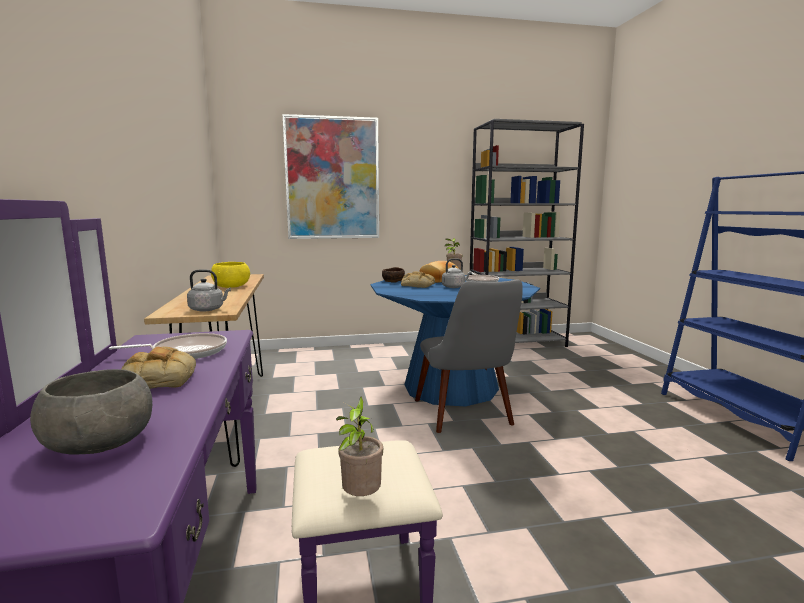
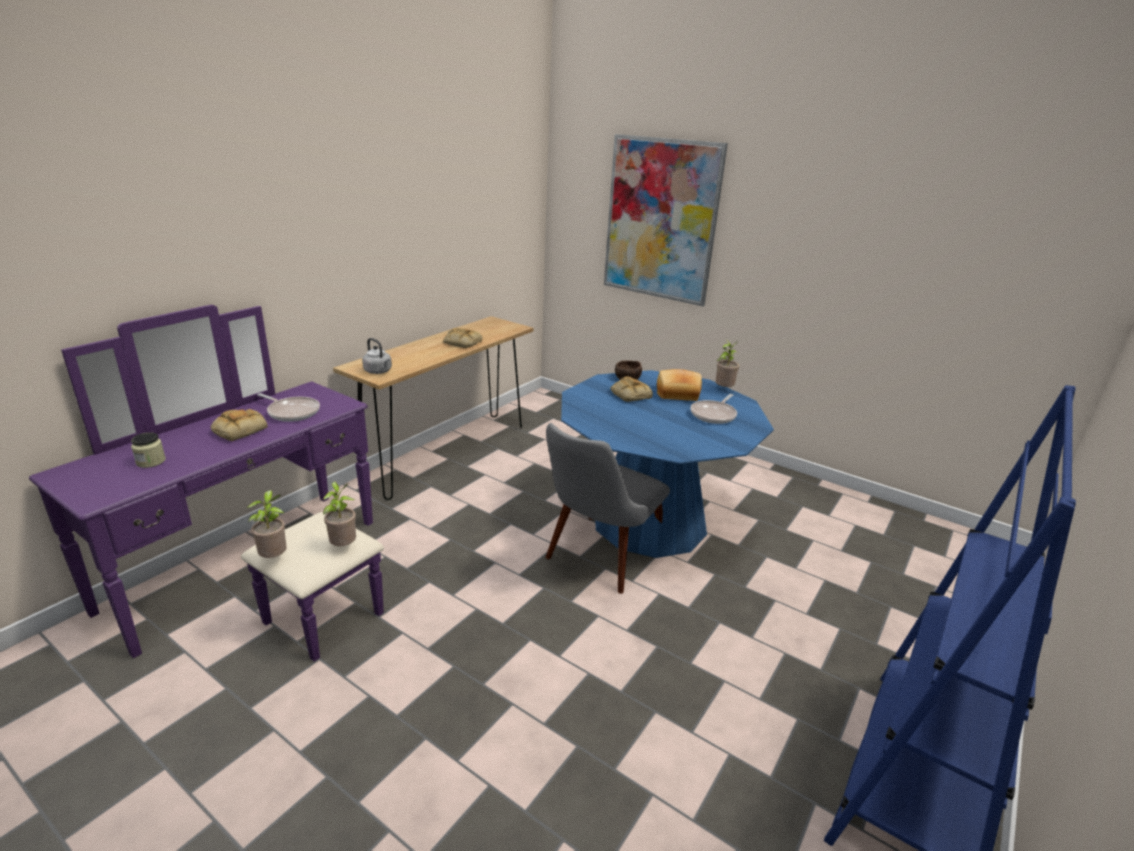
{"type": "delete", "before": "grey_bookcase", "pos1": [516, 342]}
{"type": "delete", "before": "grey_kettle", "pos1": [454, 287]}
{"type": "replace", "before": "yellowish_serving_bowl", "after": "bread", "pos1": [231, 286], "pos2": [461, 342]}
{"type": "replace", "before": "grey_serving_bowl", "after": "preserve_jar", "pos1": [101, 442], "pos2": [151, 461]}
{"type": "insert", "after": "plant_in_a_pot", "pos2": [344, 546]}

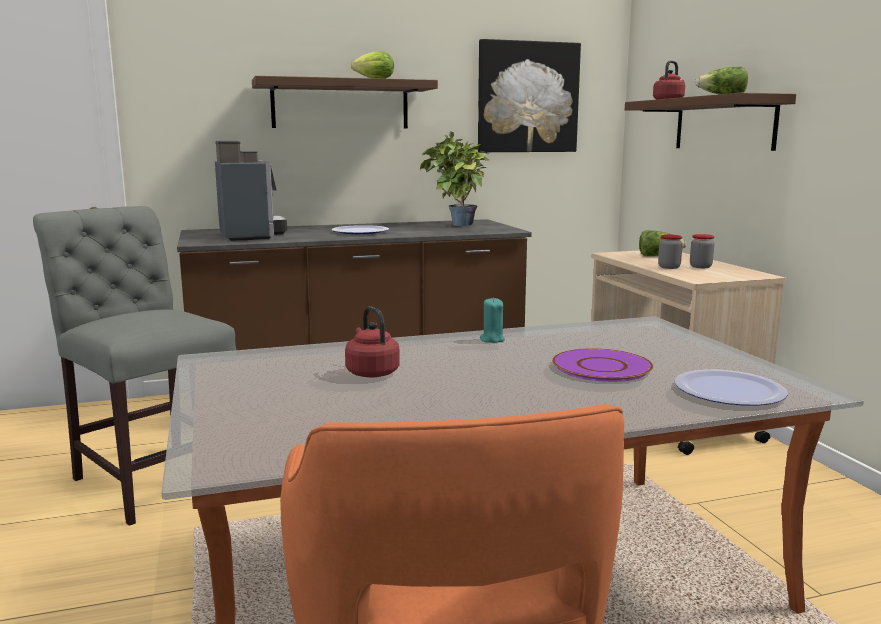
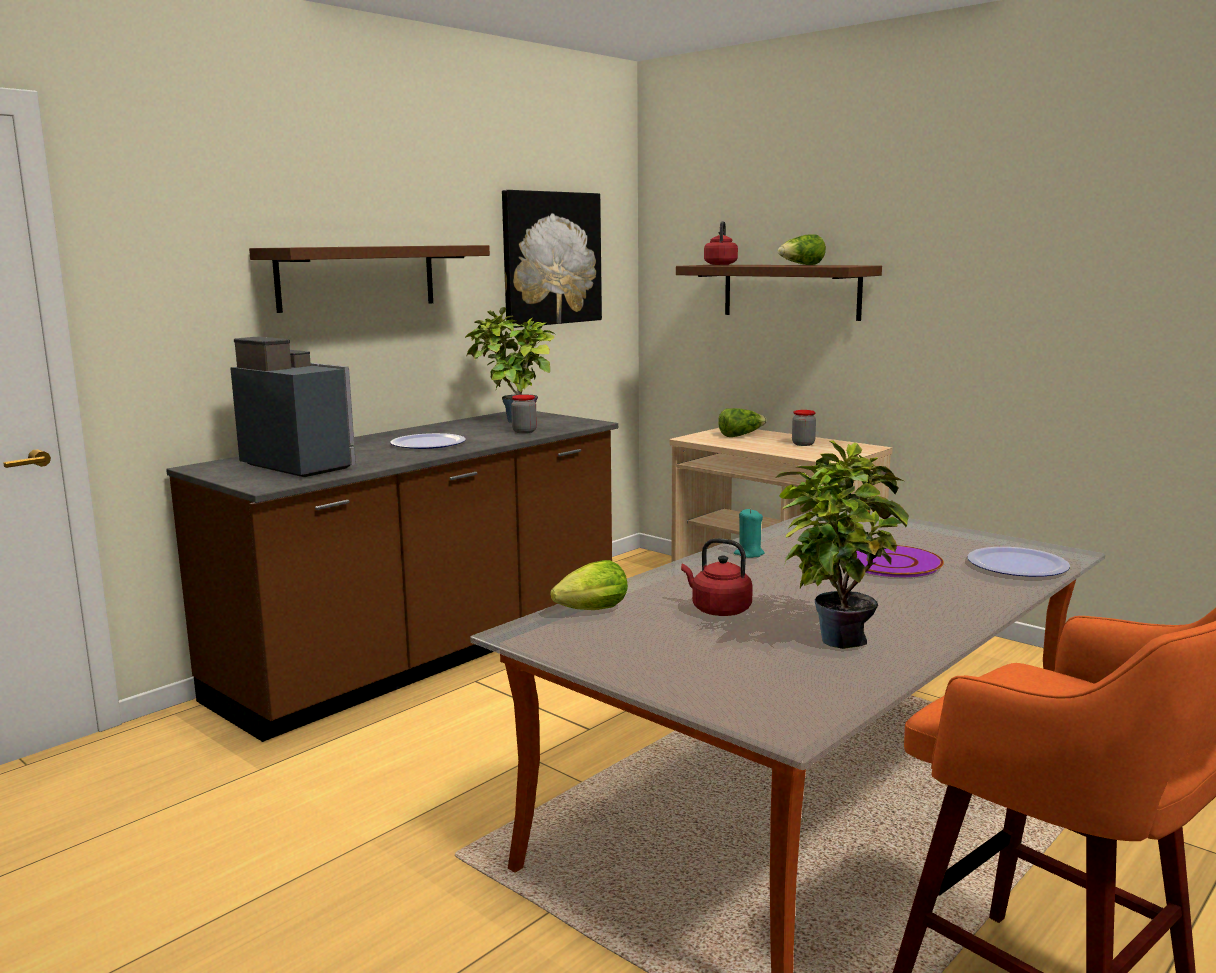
{"type": "move", "before": "lettuce_head", "pos1": [372, 79], "pos2": [588, 612]}
{"type": "delete", "before": "grey_chair", "pos1": [153, 477]}
{"type": "move", "before": "preserve_jar", "pos1": [669, 267], "pos2": [524, 431]}
{"type": "insert", "after": "plant_in_a_pot", "pos2": [835, 637]}

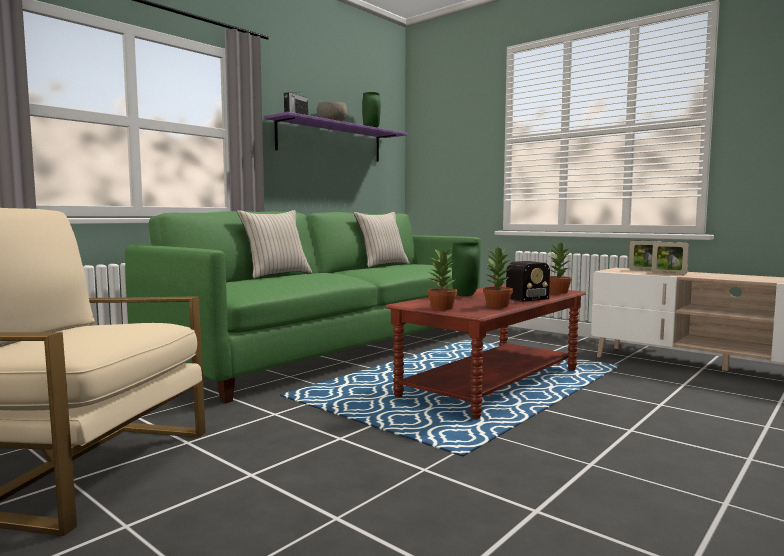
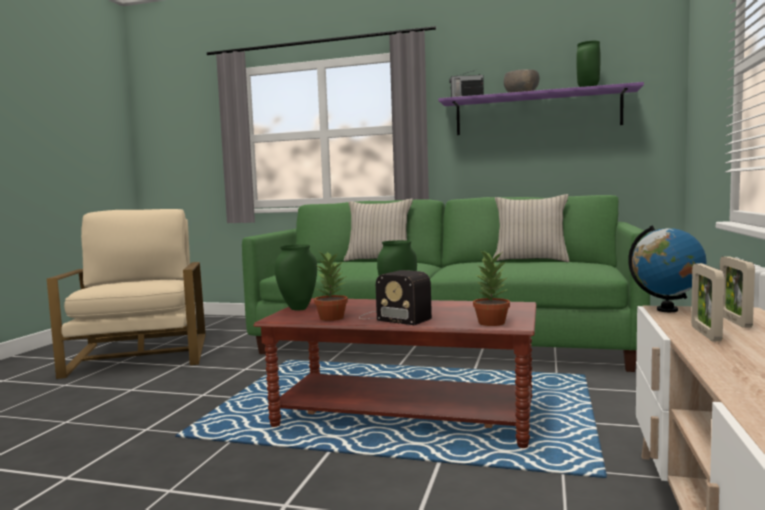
{"type": "replace", "before": "plant_in_a_pot", "after": "green-coloured_decorative_vase", "pos1": [442, 308], "pos2": [298, 309]}
{"type": "insert", "after": "world_globe", "pos2": [667, 310]}

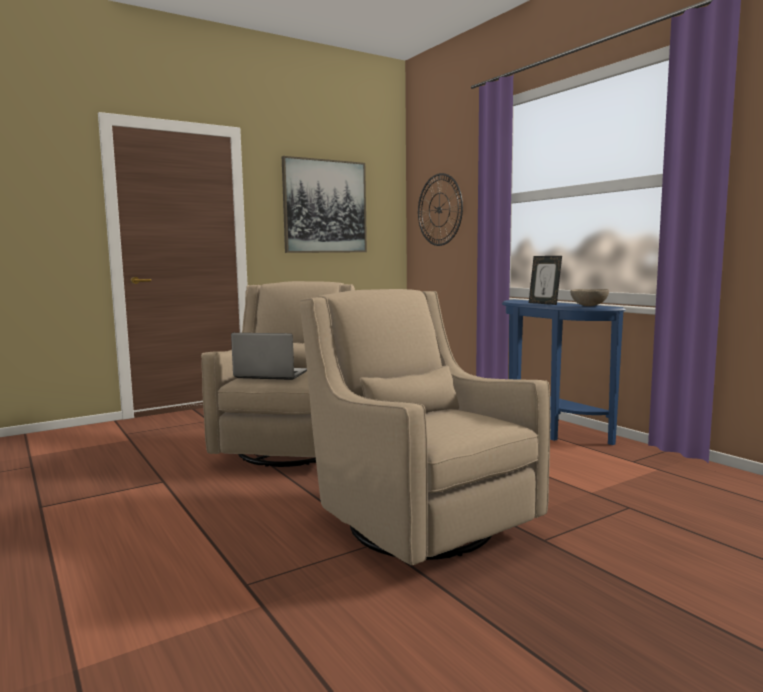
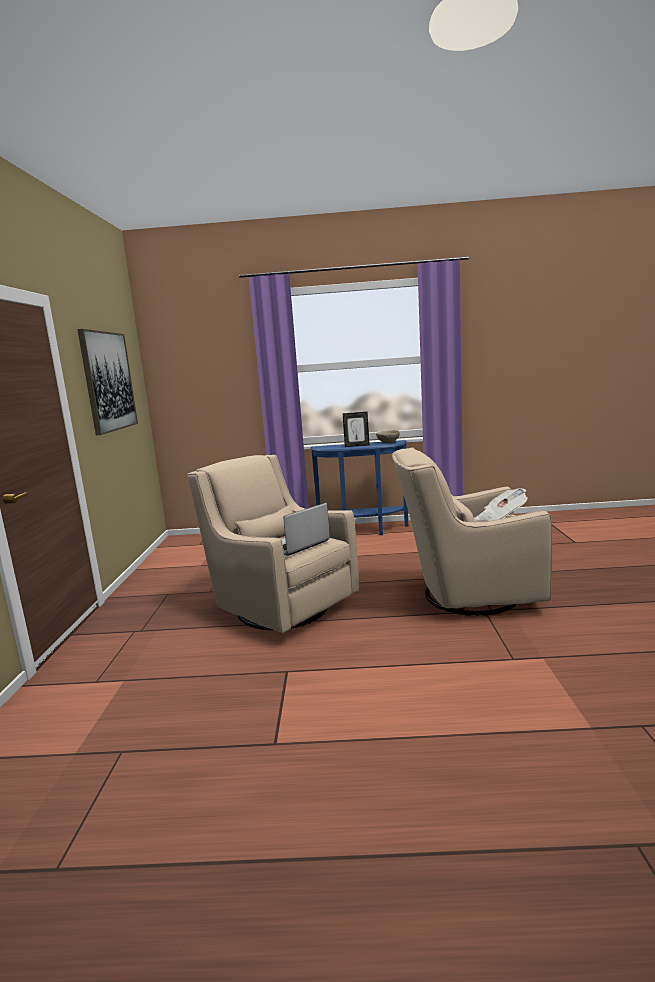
{"type": "delete", "before": "hanging_clock", "pos1": [439, 210]}
{"type": "insert", "after": "printed_paper", "pos2": [501, 518]}

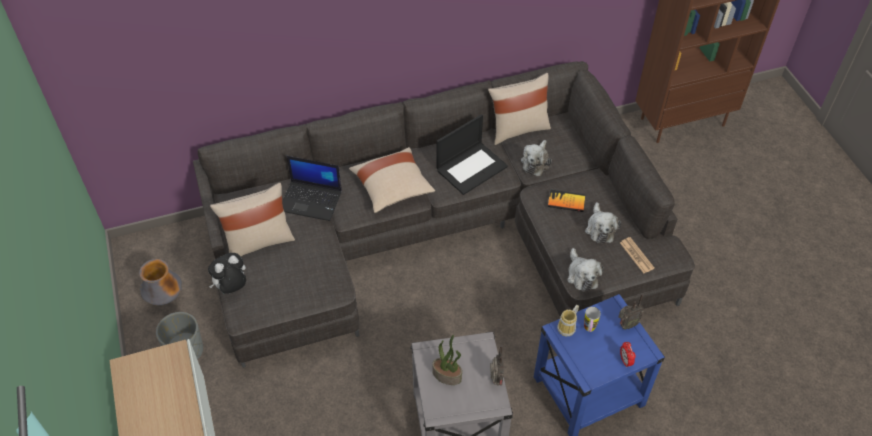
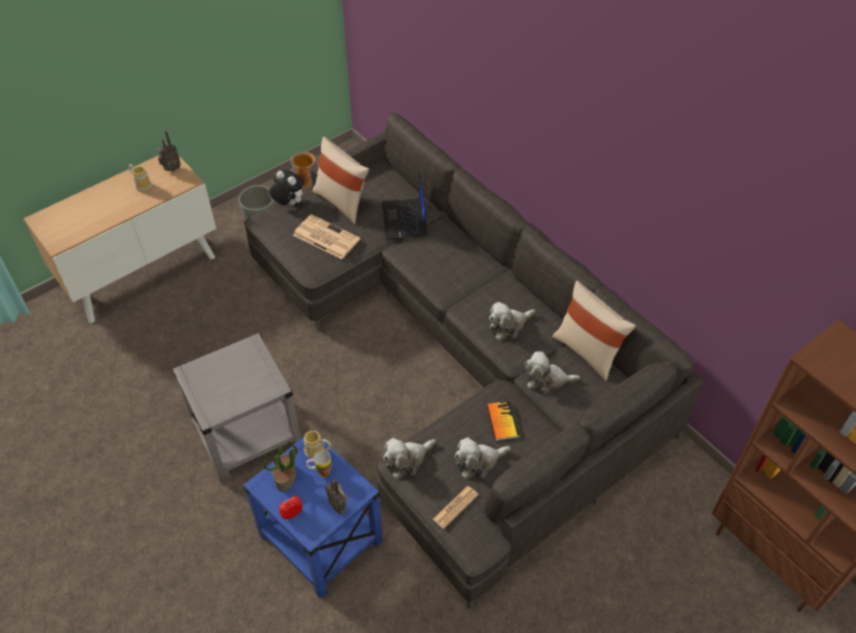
{"type": "replace", "before": "laptop", "after": "plush_toy", "pos1": [471, 167], "pos2": [508, 326]}
{"type": "delete", "before": "beige_pillow", "pos1": [392, 188]}
{"type": "move", "before": "plant_in_a_pot", "pos1": [447, 375], "pos2": [286, 477]}
{"type": "move", "before": "radio", "pos1": [495, 380], "pos2": [171, 168]}
{"type": "insert", "after": "mug", "pos2": [142, 185]}
{"type": "insert", "after": "printed_paper", "pos2": [325, 237]}

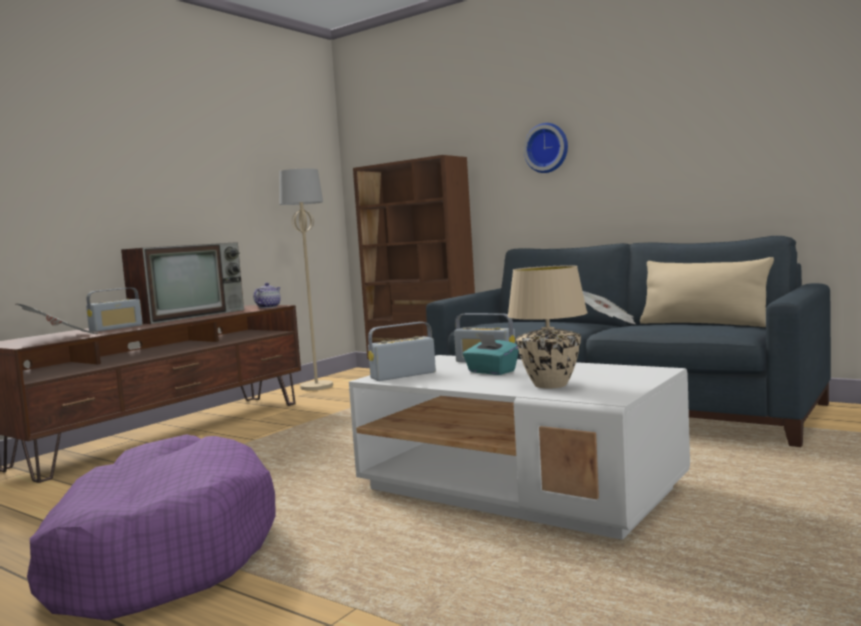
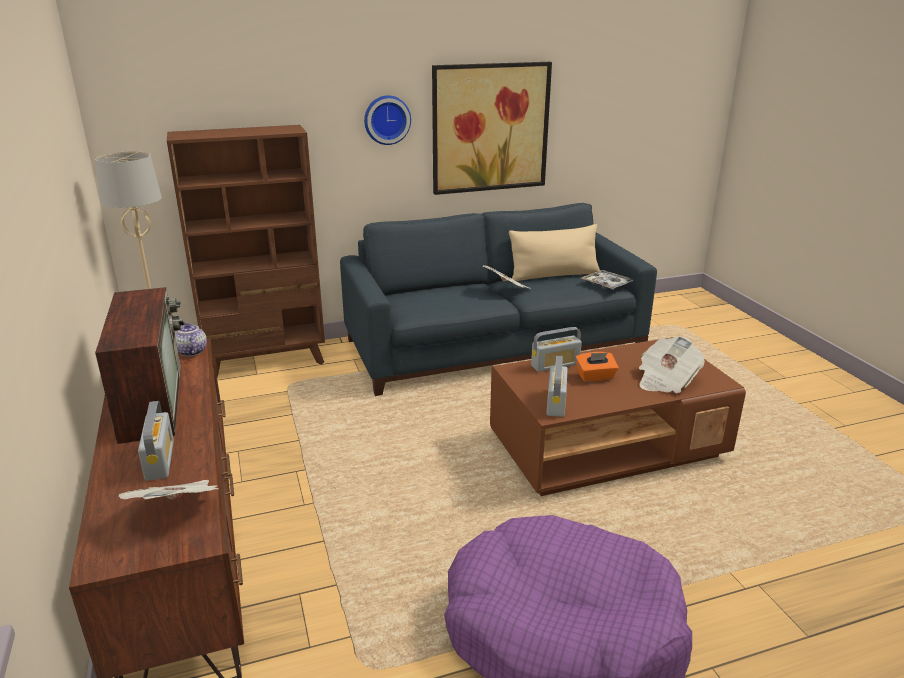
{"type": "replace", "before": "beige_lamp_for_a_table", "after": "printed_paper", "pos1": [549, 385], "pos2": [665, 380]}
{"type": "recolor", "before": "turquoise_tissue_holder", "after": "orangey_tissue_holder", "pos1": [491, 372], "pos2": [595, 377]}
{"type": "recolor", "before": "white-coloured_lounge_table", "after": "brown_lounge_table", "pos1": [519, 489], "pos2": [607, 448]}
{"type": "insert", "after": "wall_art", "pos2": [490, 128]}
{"type": "insert", "after": "carrying_tray", "pos2": [607, 284]}

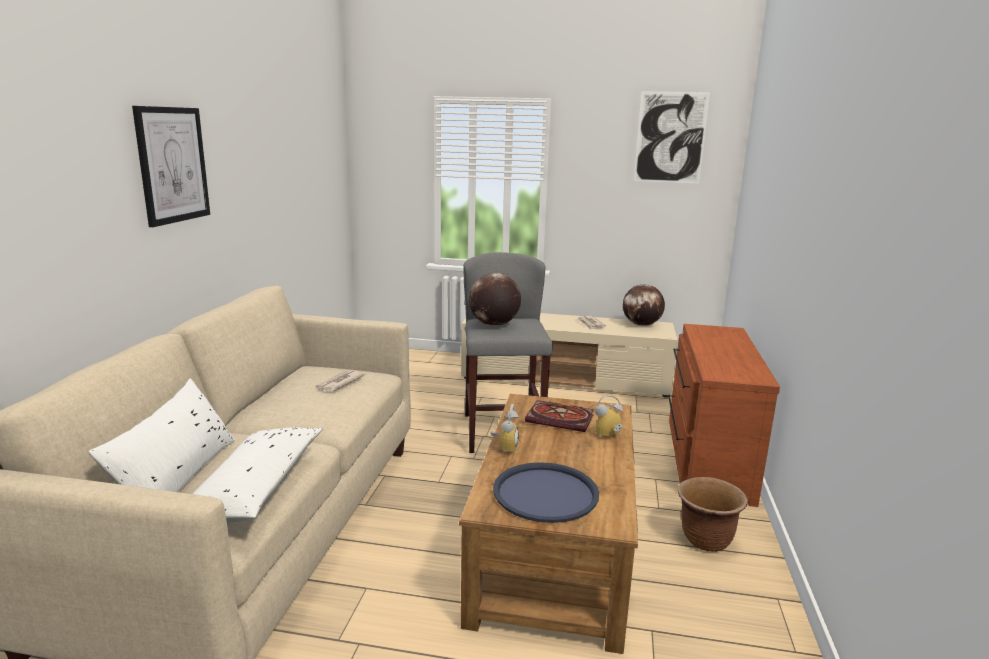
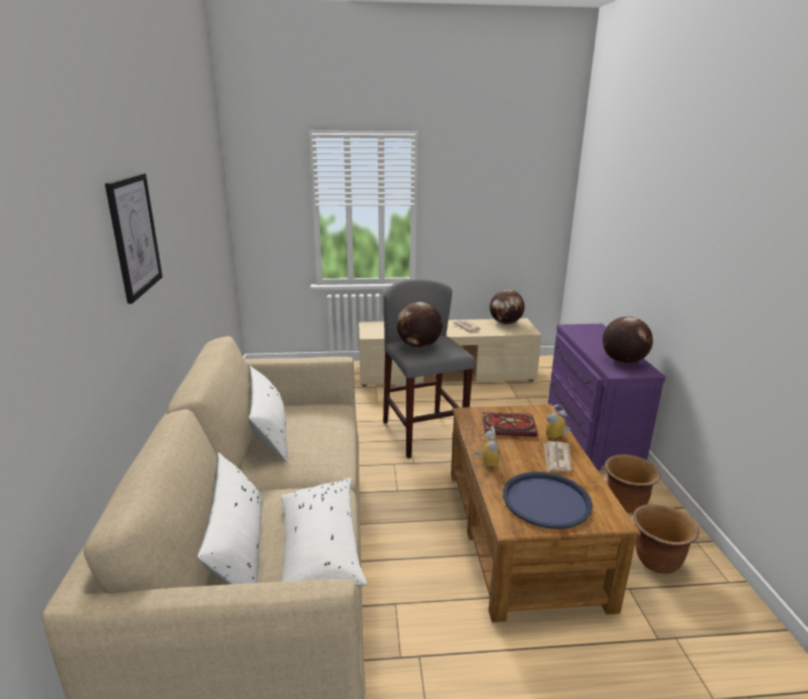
{"type": "delete", "before": "wall_art", "pos1": [670, 137]}
{"type": "recolor", "before": "brown_chest_of_drawers", "after": "purple_chest_of_drawers", "pos1": [705, 458], "pos2": [588, 432]}
{"type": "move", "before": "printed_paper", "pos1": [339, 383], "pos2": [556, 458]}
{"type": "insert", "after": "world_globe", "pos2": [623, 361]}
{"type": "insert", "after": "white-coloured_pillow", "pos2": [269, 433]}
{"type": "insert", "after": "brown_flower_pot", "pos2": [656, 561]}

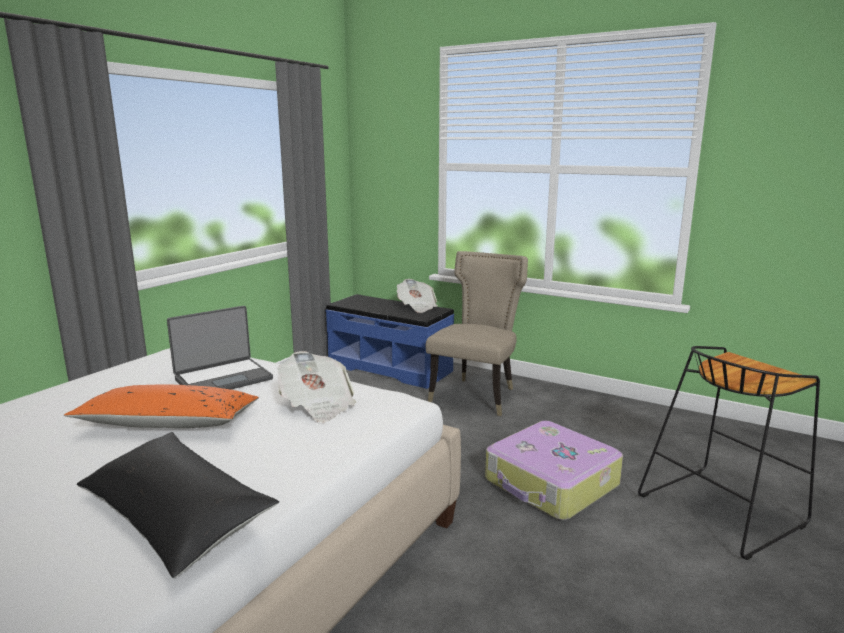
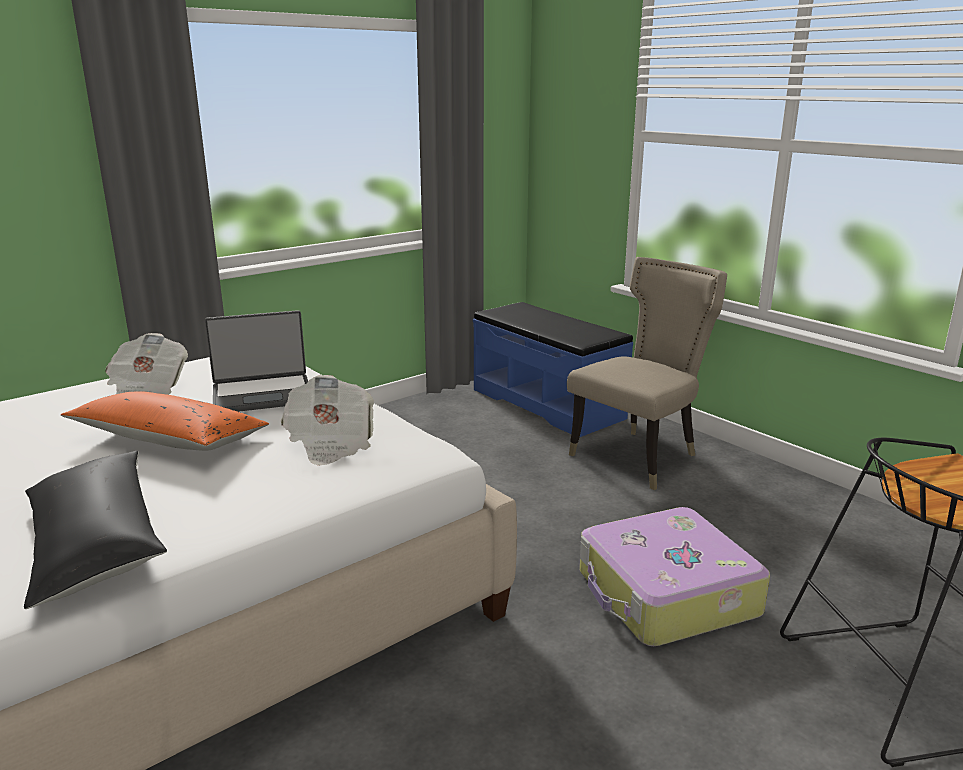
{"type": "move", "before": "printed_paper", "pos1": [417, 307], "pos2": [147, 389]}

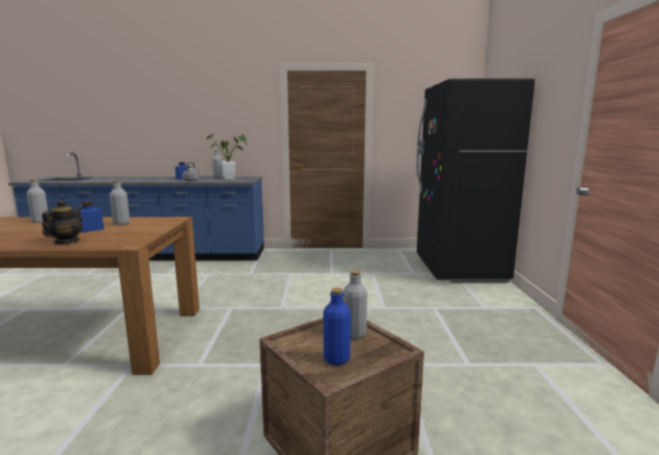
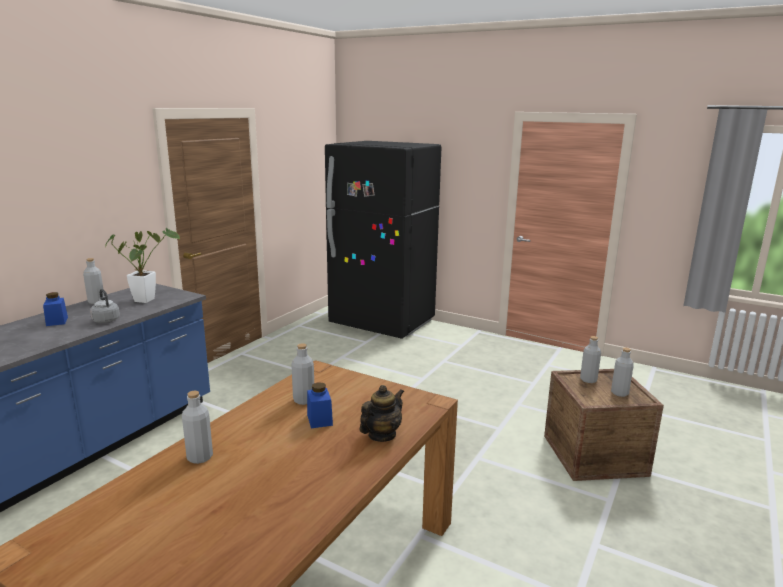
{"type": "rotate", "before": "teapot", "pos1": [66, 242], "pos2": [381, 435], "turn": 90}
{"type": "recolor", "before": "blue_bottle", "after": "grey_bottle", "pos1": [336, 359], "pos2": [619, 393]}

